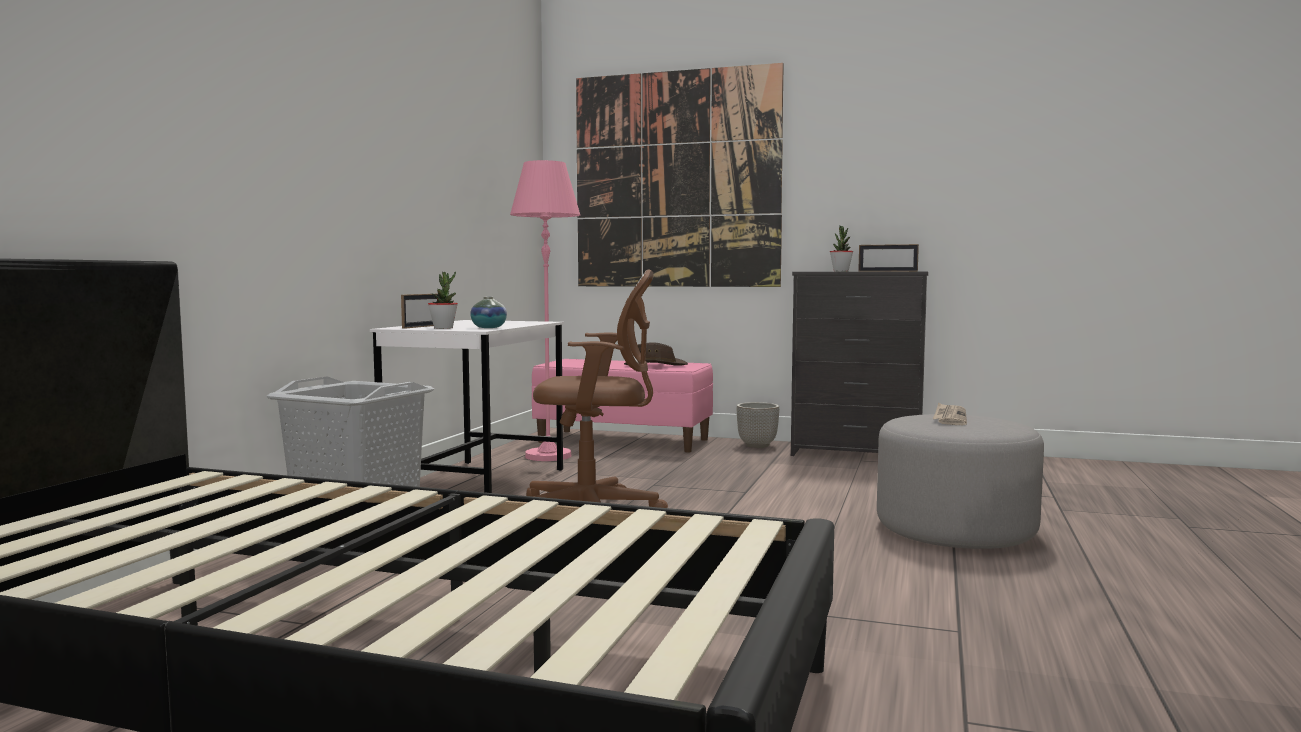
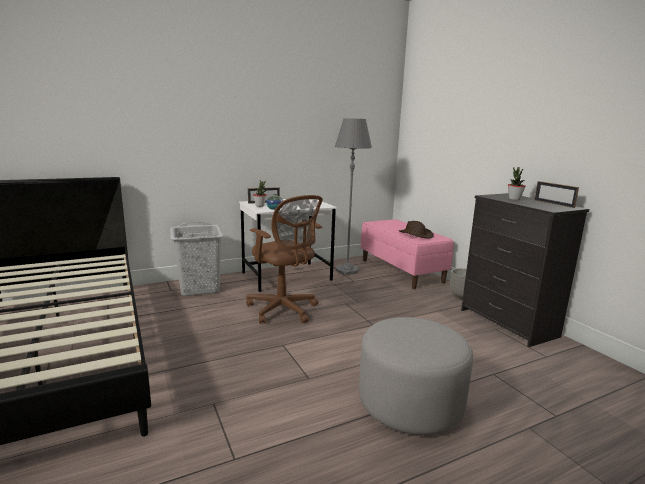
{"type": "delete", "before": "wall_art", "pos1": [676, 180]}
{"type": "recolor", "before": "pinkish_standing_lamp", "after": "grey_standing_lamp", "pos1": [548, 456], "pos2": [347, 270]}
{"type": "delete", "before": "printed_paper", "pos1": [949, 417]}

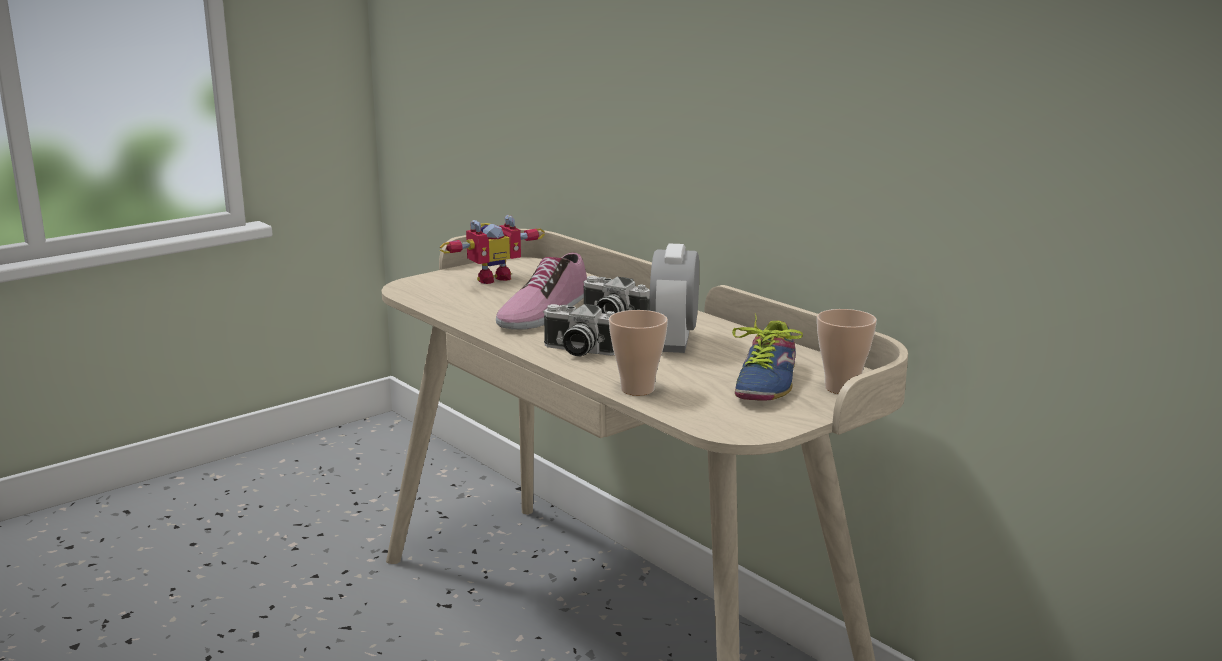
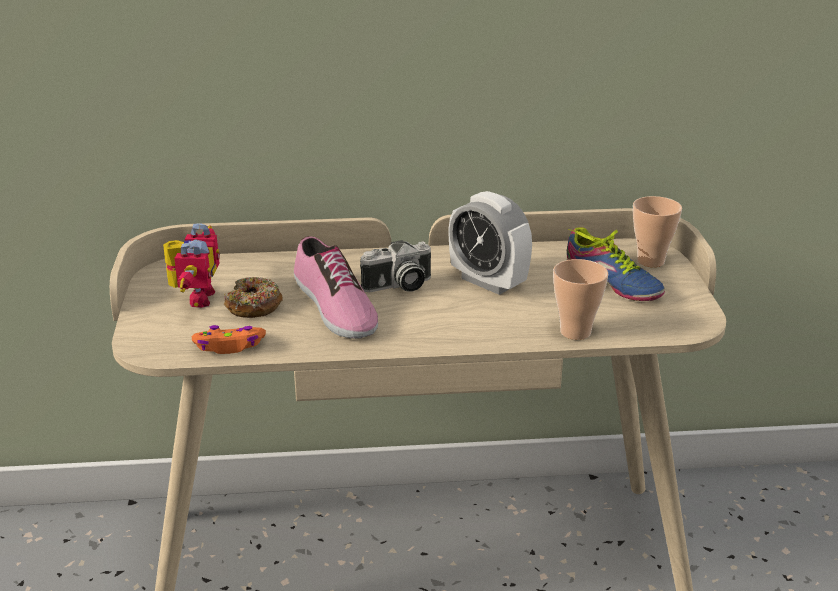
{"type": "delete", "before": "still_camera", "pos1": [577, 351]}
{"type": "insert", "after": "ring_doughnut", "pos2": [253, 306]}
{"type": "insert", "after": "orangey_joypad", "pos2": [229, 346]}

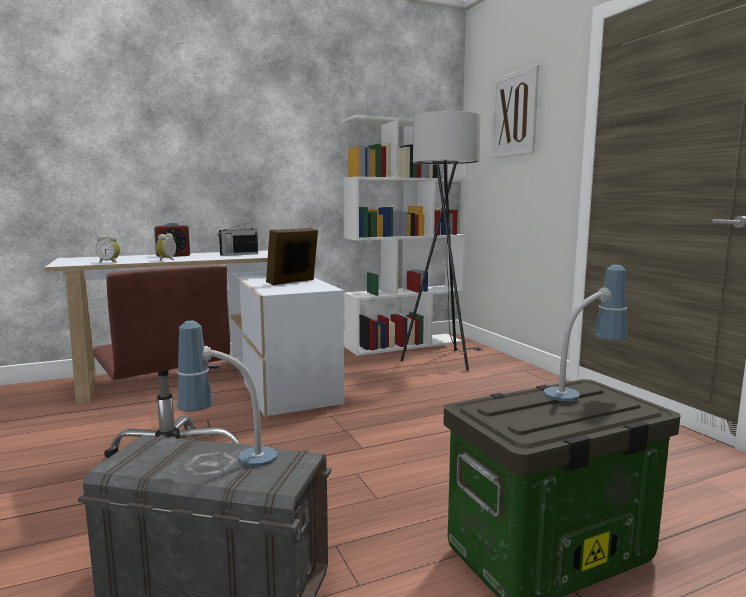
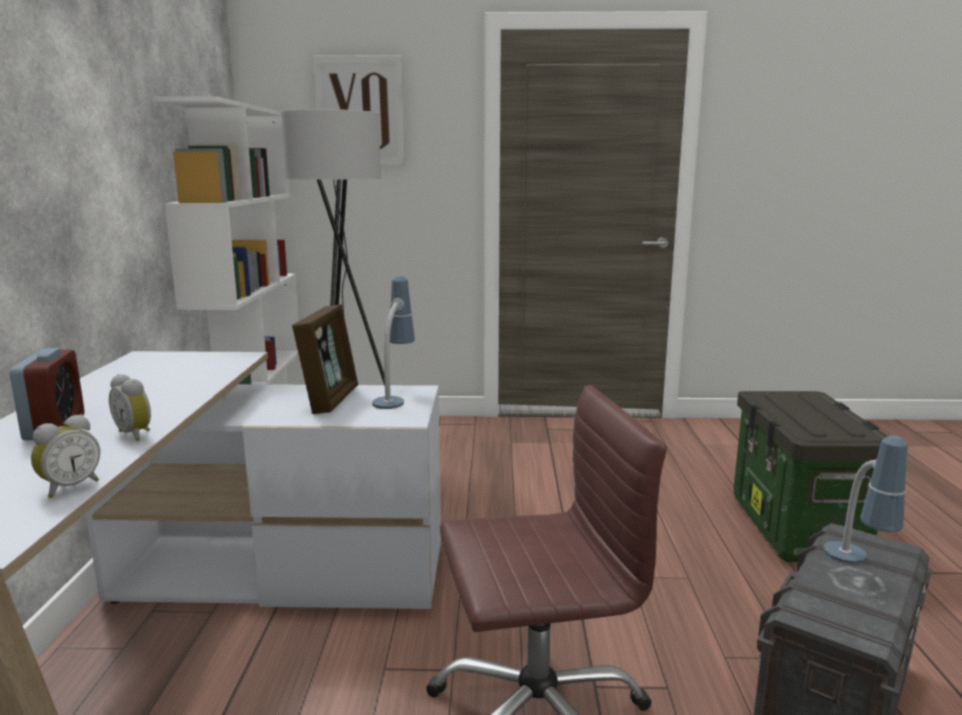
{"type": "delete", "before": "radio", "pos1": [238, 254]}
{"type": "rotate", "before": "standing_frame", "pos1": [292, 282], "pos2": [330, 399], "turn": -150}
{"type": "move", "before": "lamp_for_a_table", "pos1": [582, 393], "pos2": [395, 396]}

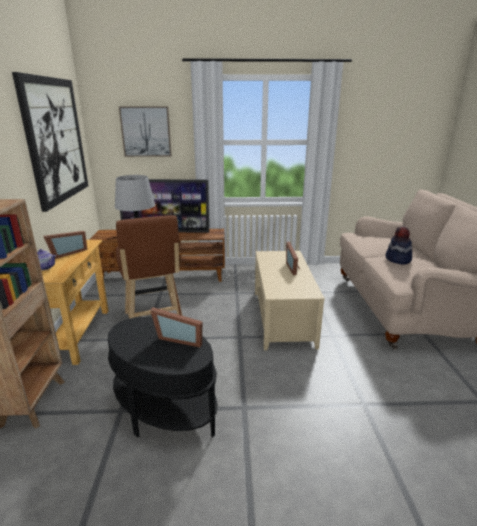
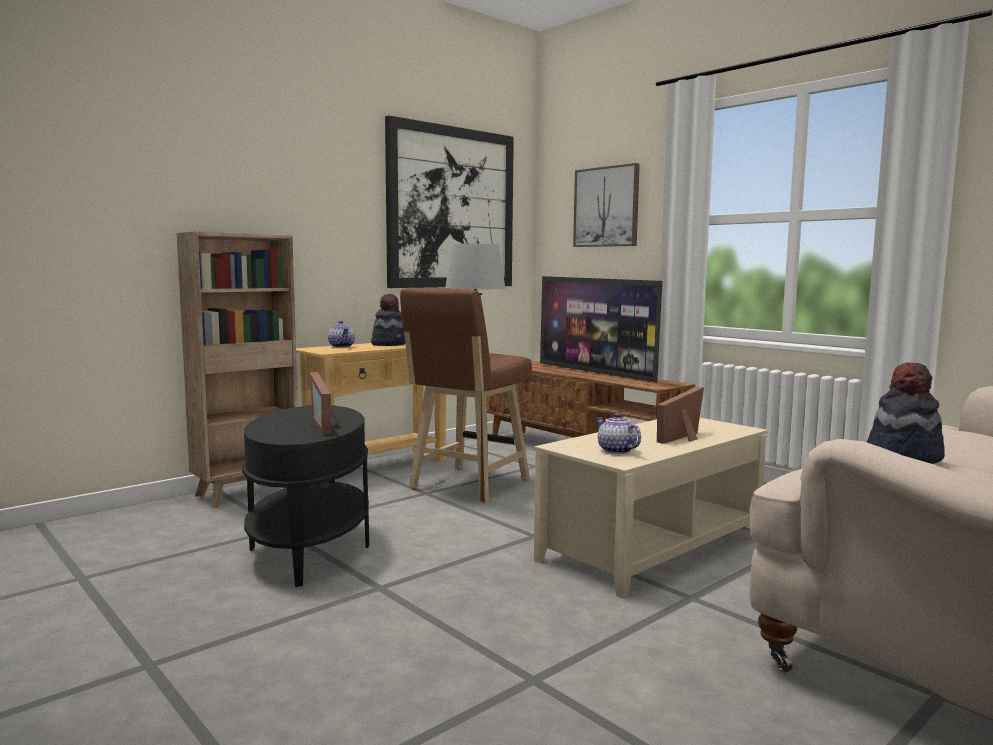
{"type": "replace", "before": "standing_frame", "after": "clothing_hat", "pos1": [67, 253], "pos2": [390, 344]}
{"type": "insert", "after": "teapot", "pos2": [615, 451]}

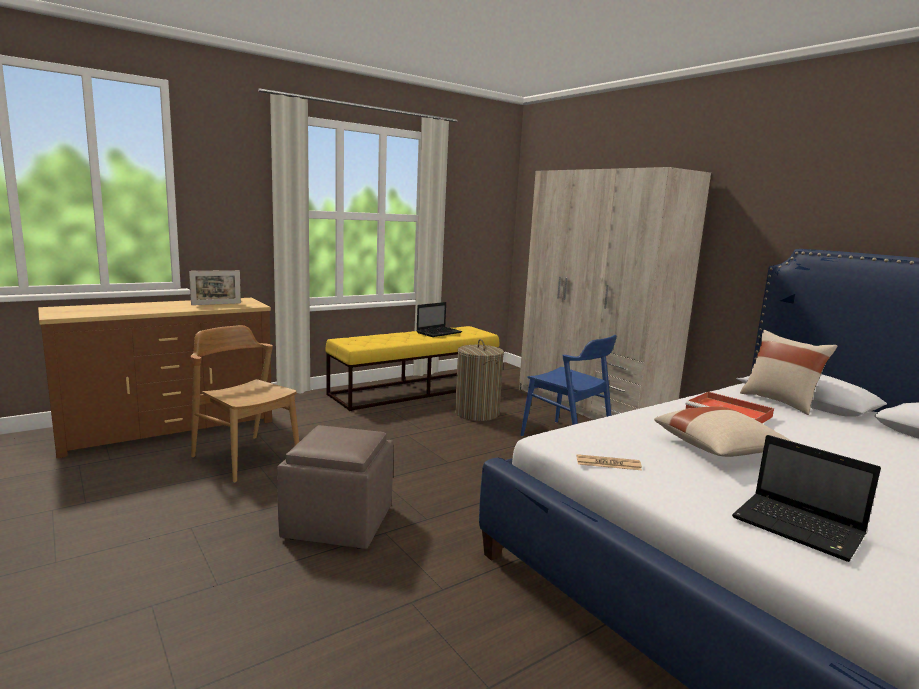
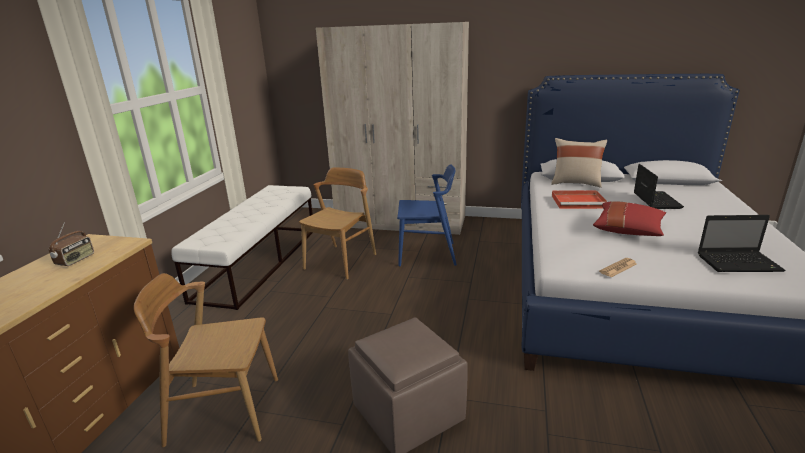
{"type": "replace", "before": "standing_frame", "after": "radio", "pos1": [216, 304], "pos2": [75, 260]}
{"type": "move", "before": "laptop", "pos1": [439, 332], "pos2": [655, 200]}
{"type": "recolor", "before": "yellowish_bench", "after": "white-coloured_bench", "pos1": [415, 390], "pos2": [259, 262]}
{"type": "replace", "before": "washing_basket", "after": "brown_chair", "pos1": [477, 413], "pos2": [341, 261]}
{"type": "recolor", "before": "beige_pillow", "after": "reddish_pillow", "pos1": [719, 450], "pos2": [628, 230]}

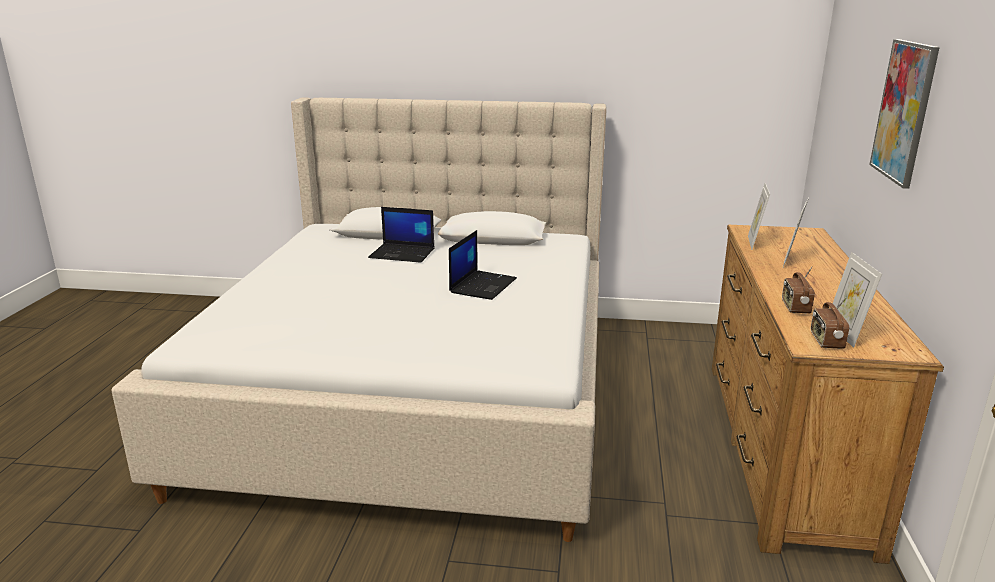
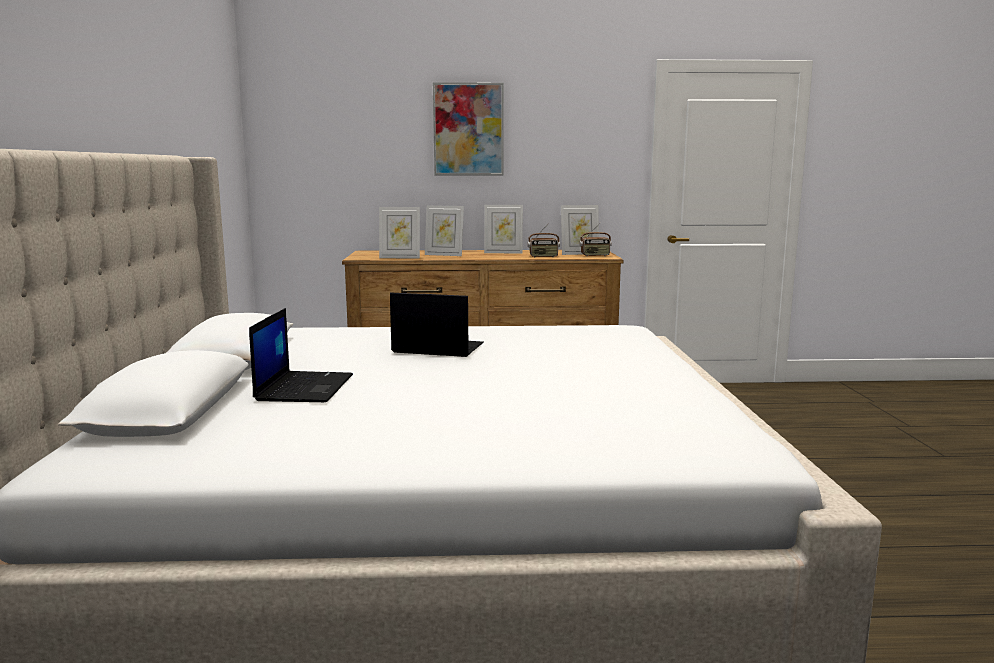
{"type": "insert", "after": "standing_frame", "pos2": [503, 252]}

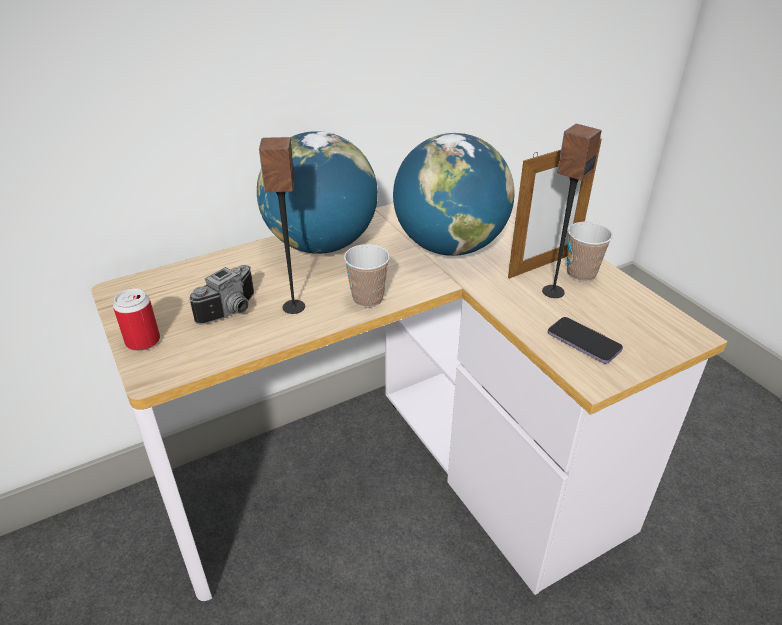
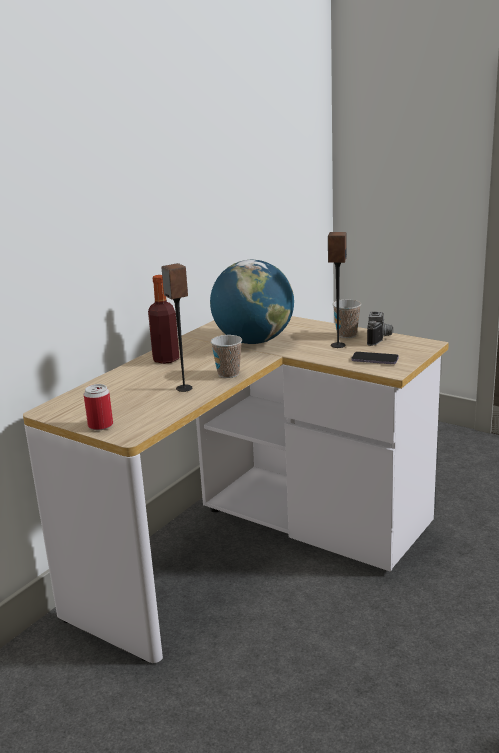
{"type": "replace", "before": "world_globe", "after": "bottle", "pos1": [321, 245], "pos2": [166, 359]}
{"type": "delete", "before": "standing_frame", "pos1": [544, 264]}
{"type": "move", "before": "still_camera", "pos1": [232, 311], "pos2": [380, 338]}

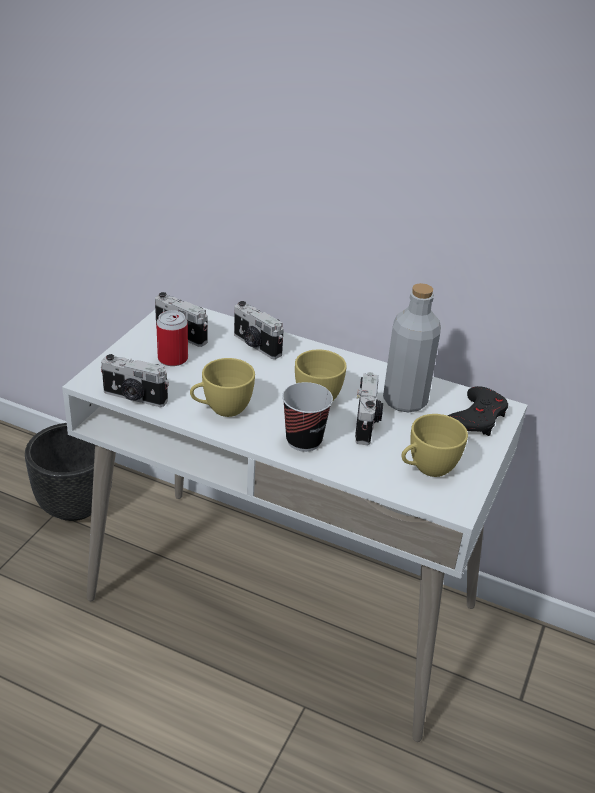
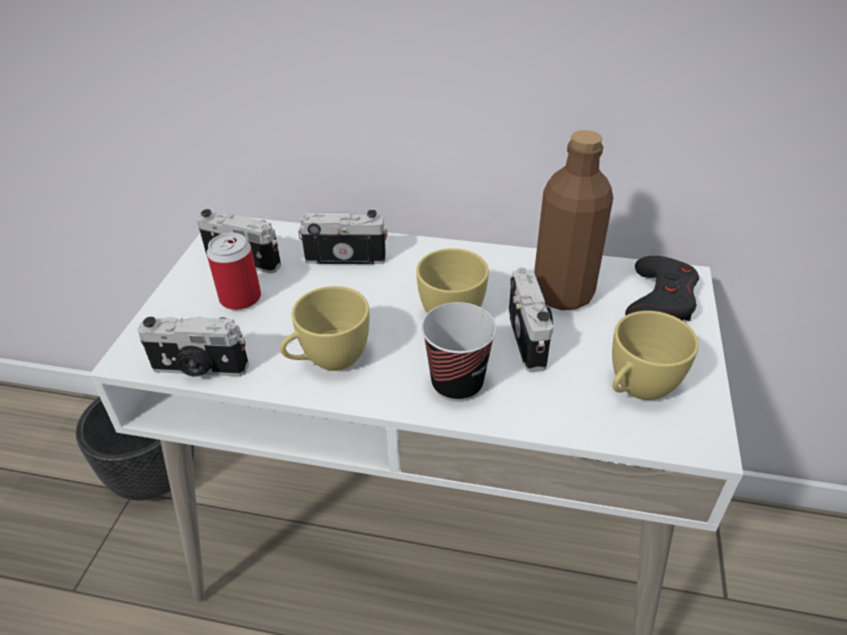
{"type": "recolor", "before": "grey_bottle", "after": "brown_bottle", "pos1": [405, 400], "pos2": [563, 294]}
{"type": "rotate", "before": "still_camera", "pos1": [256, 345], "pos2": [346, 257], "turn": 150}

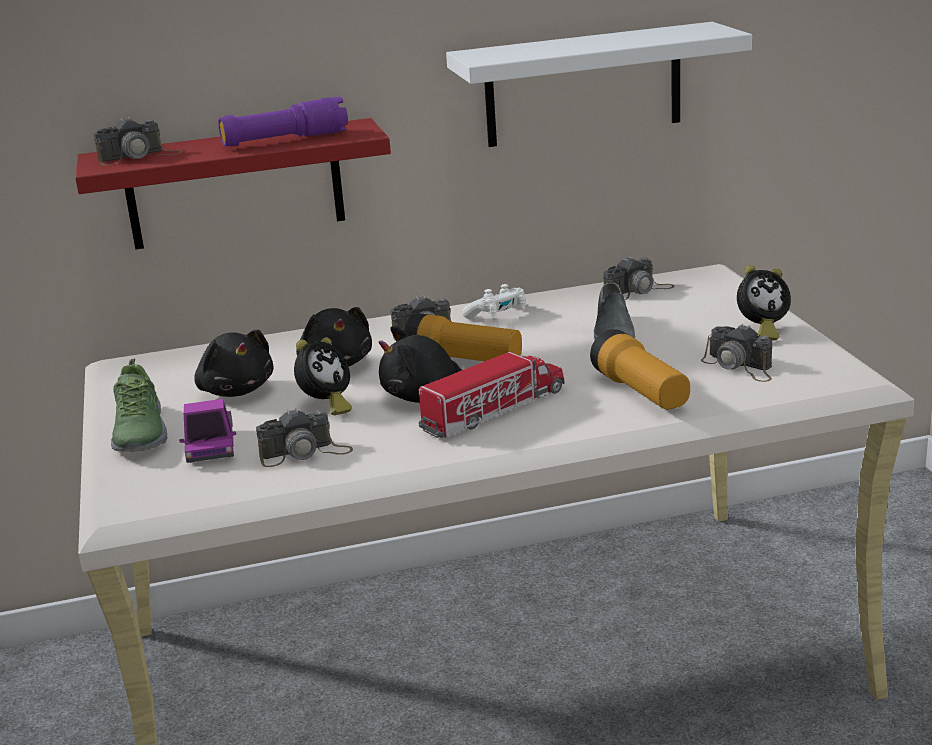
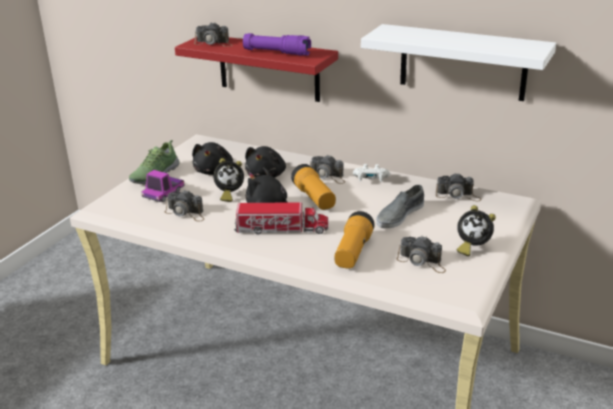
{"type": "rotate", "before": "still_camera", "pos1": [739, 366], "pos2": [422, 262], "turn": -60}

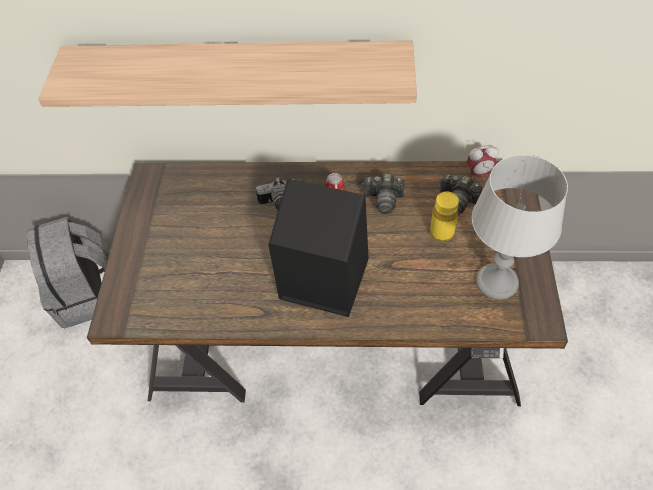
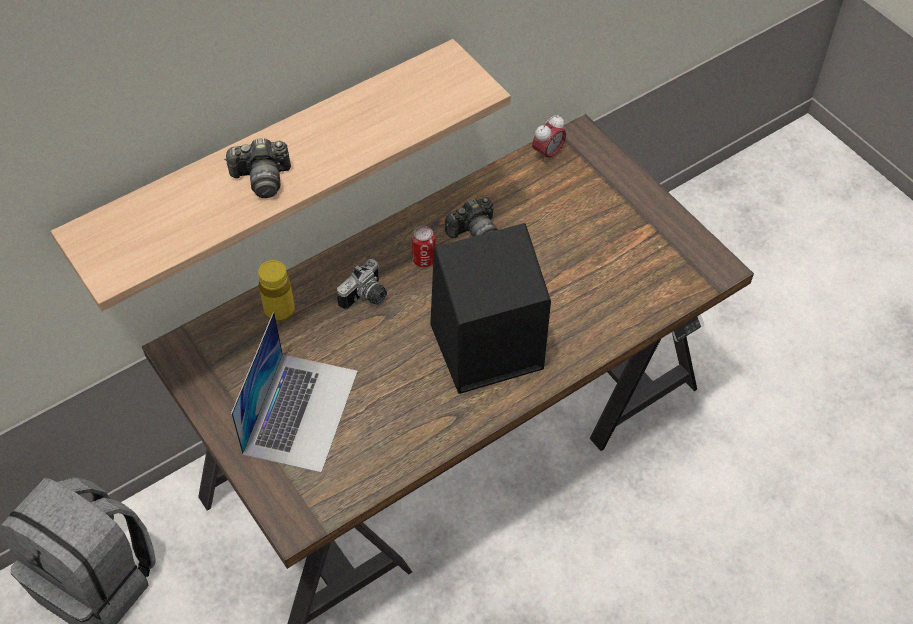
{"type": "delete", "before": "grey_lamp_for_a_table", "pos1": [496, 282]}
{"type": "move", "before": "still_camera", "pos1": [457, 201], "pos2": [262, 178]}
{"type": "move", "before": "yellowish_bottle", "pos1": [441, 232], "pos2": [279, 310]}
{"type": "insert", "after": "laptop", "pos2": [300, 411]}

